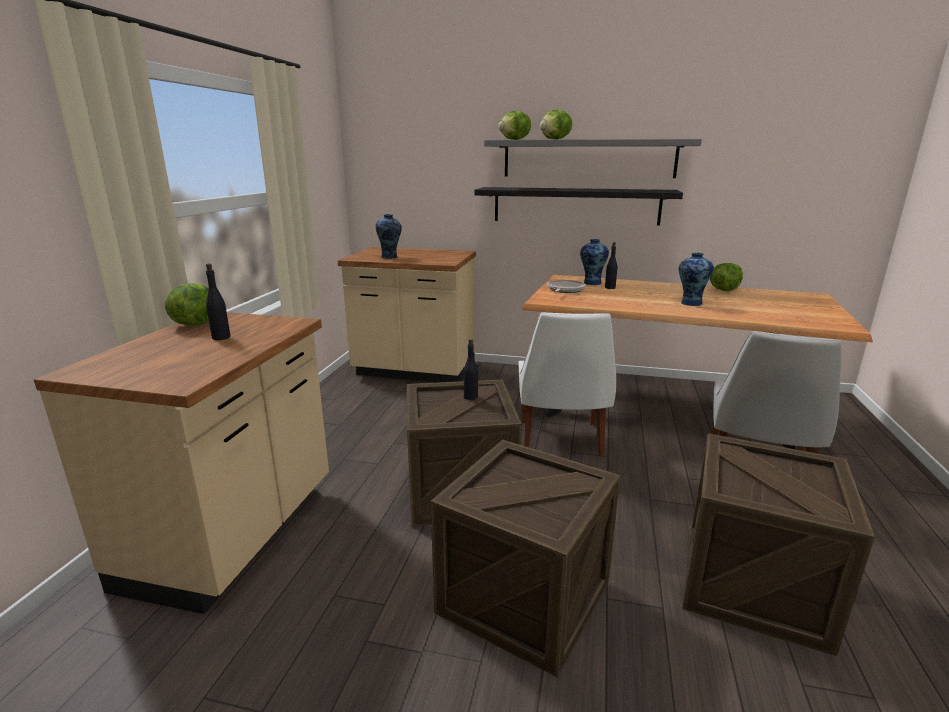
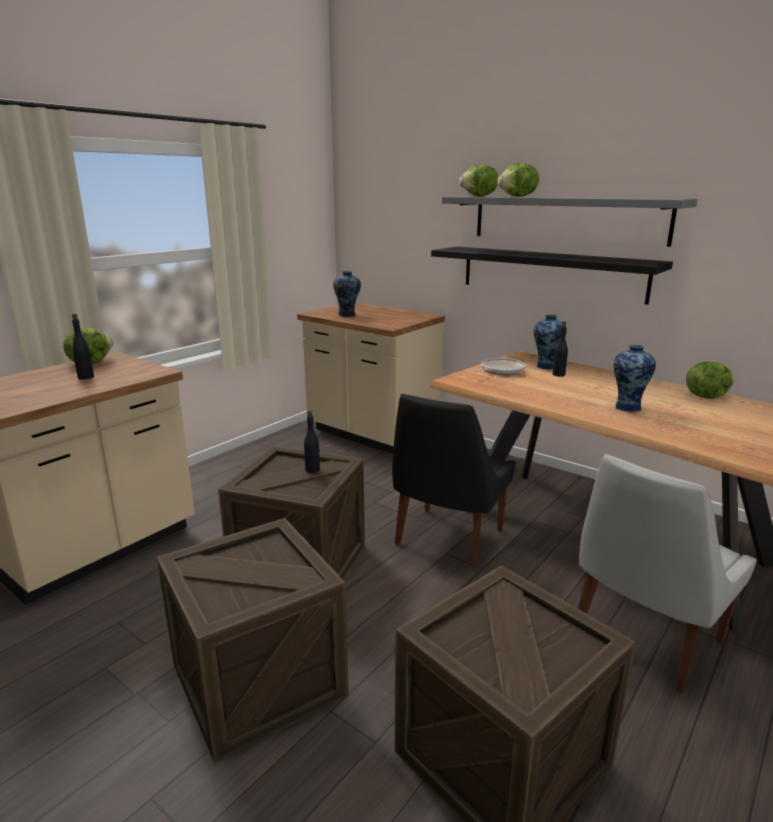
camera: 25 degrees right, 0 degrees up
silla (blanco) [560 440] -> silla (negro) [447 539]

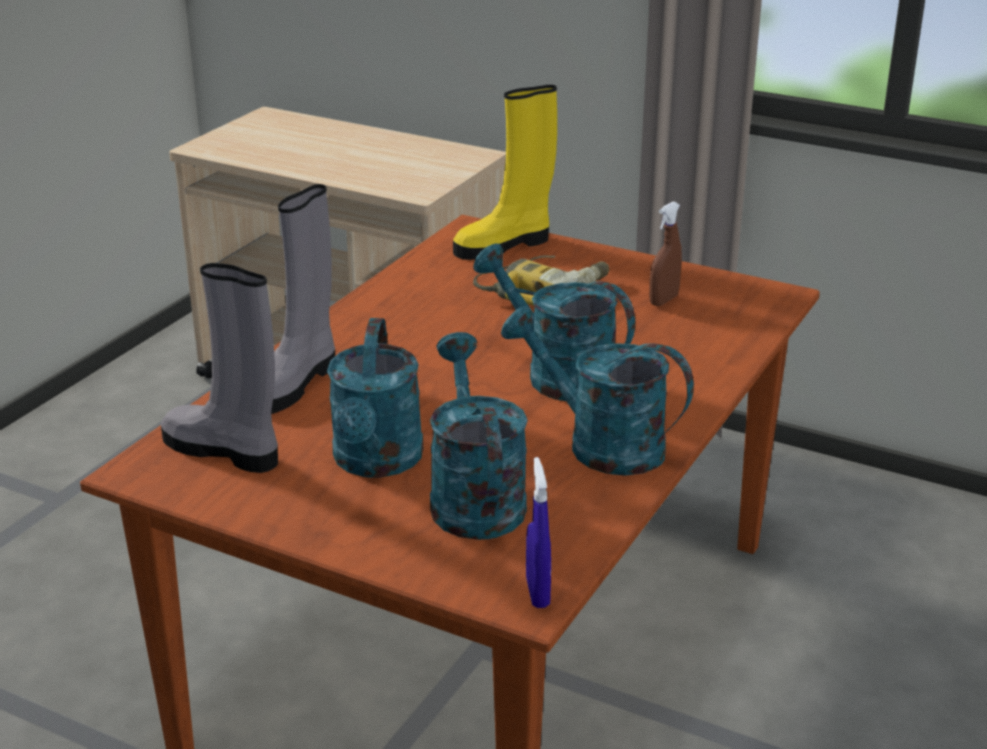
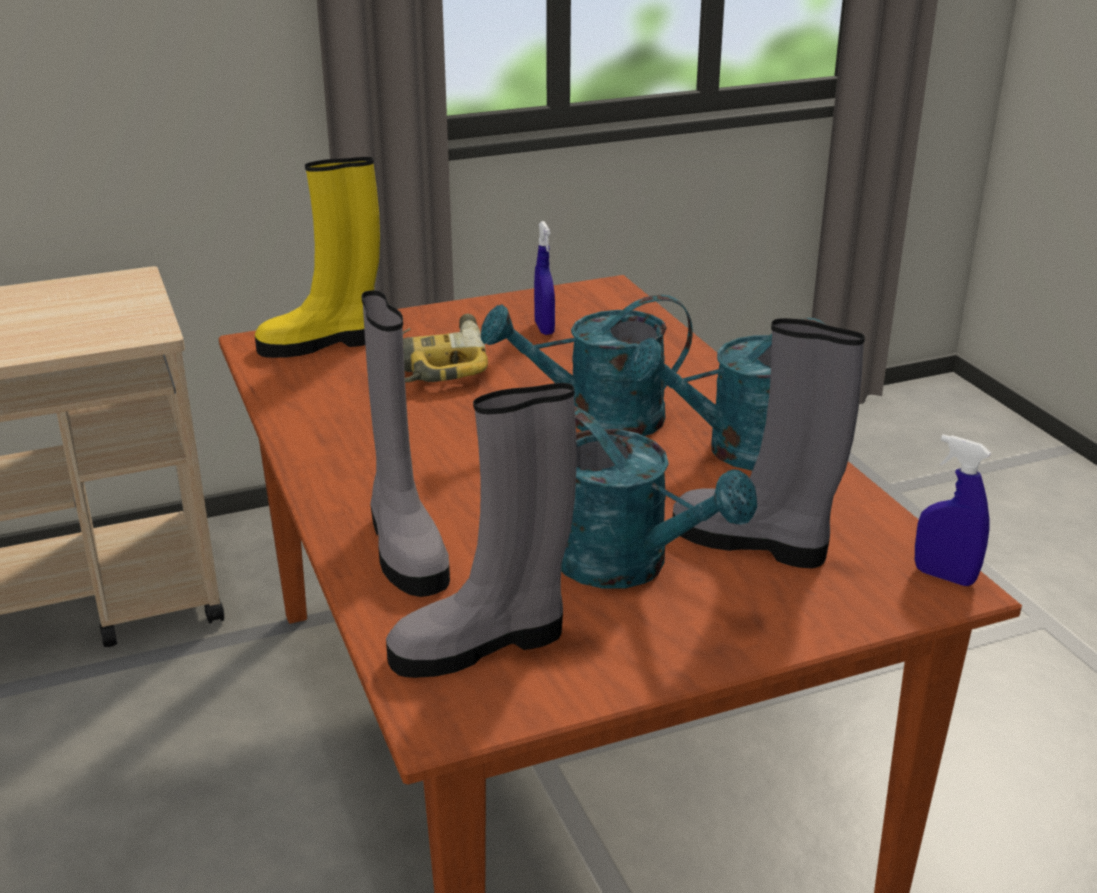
camera: 50 degrees left, 0 degrees up
bota (amarillo) [504 245] -> bota (amarillo) [322 343], 60 degrees clockwise
pulverizador (marrón) [663 300] -> pulverizador (azul) [544 328]
regadera (turquesa) [473 497] -> bota (gris) [753 542]

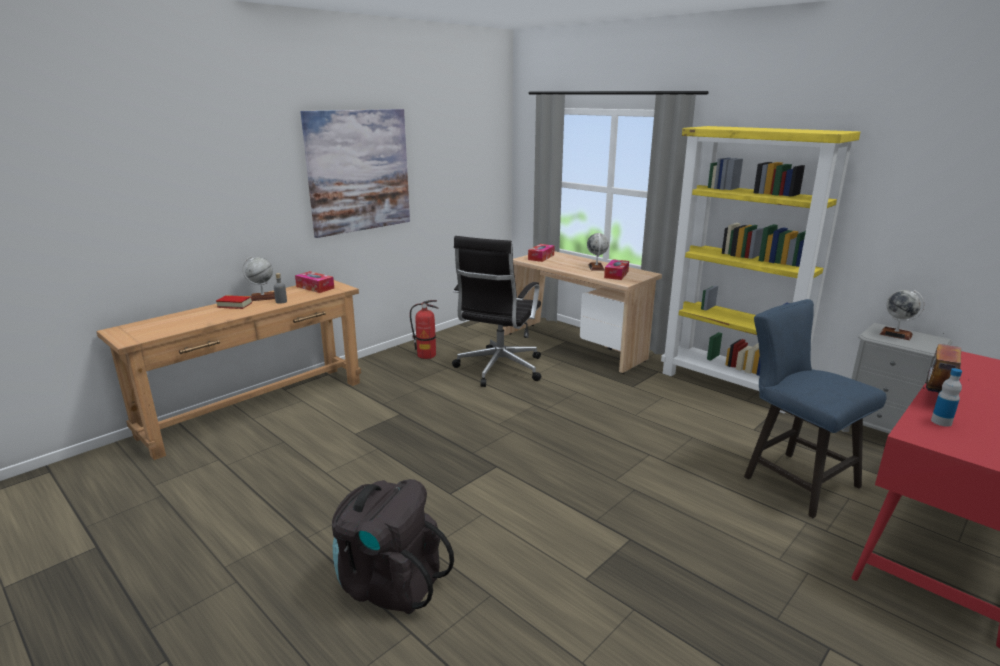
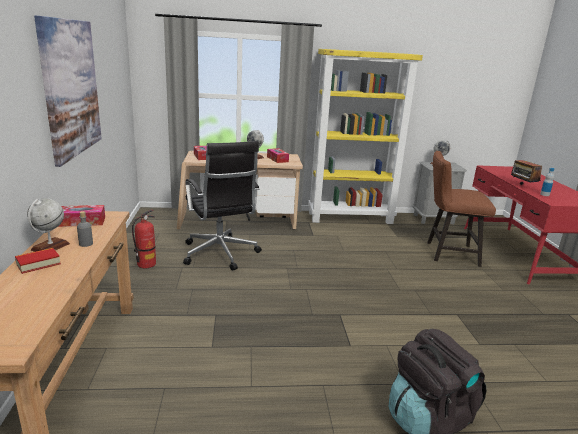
camera: 50 degrees left, 0 degrees up
silla (azul) [793 479] -> silla (marrón) [447 253]

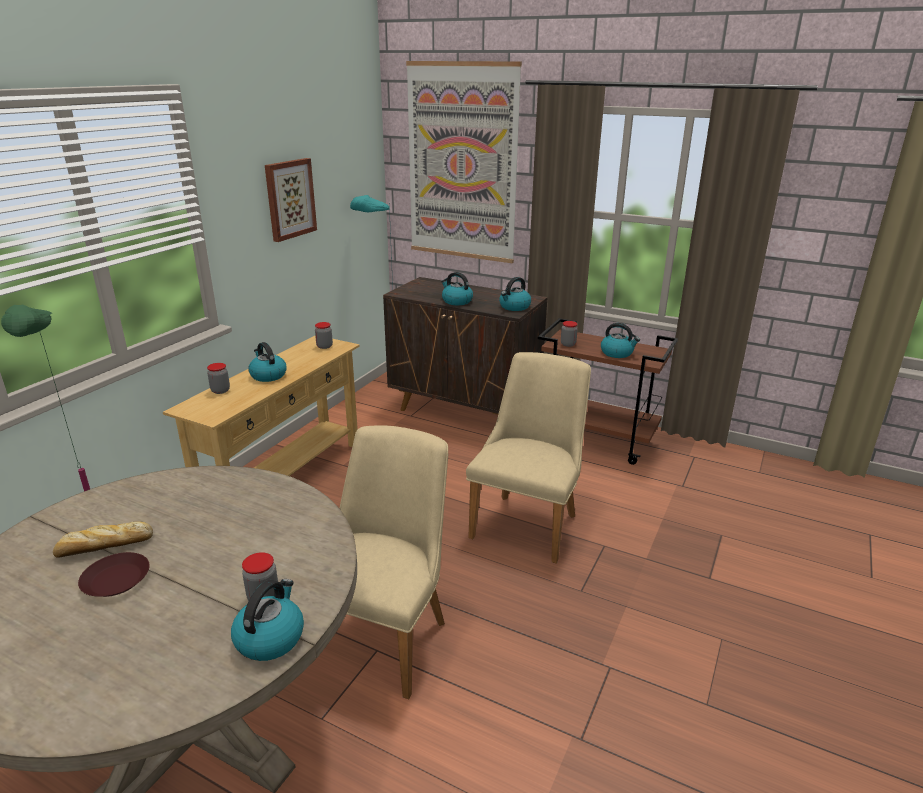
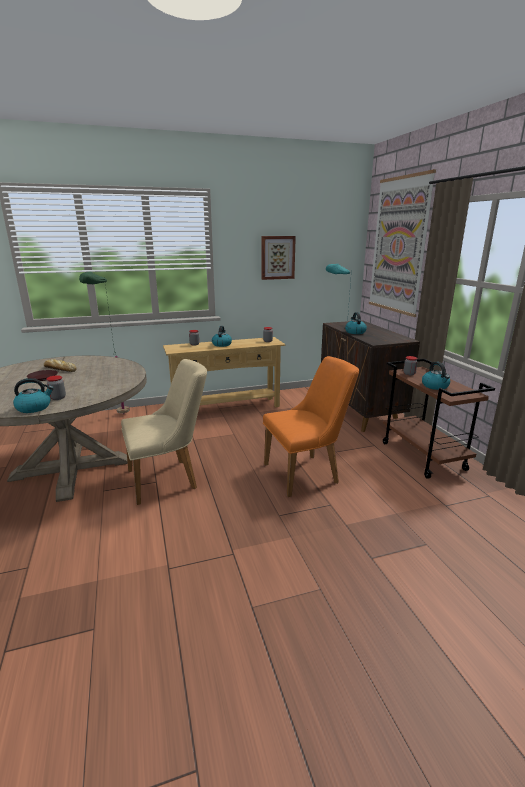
camera: 45 degrees right, 5 degrees down
hervidor [514 307] -> none
silla (beis) [529 520] -> silla (naranja) [307 472]

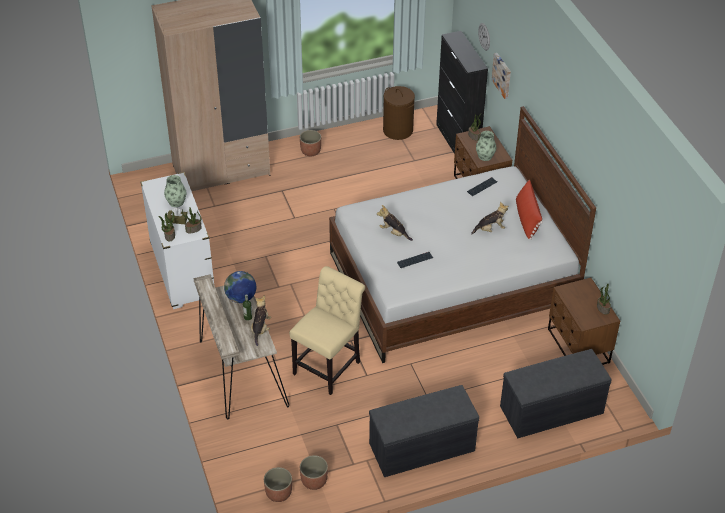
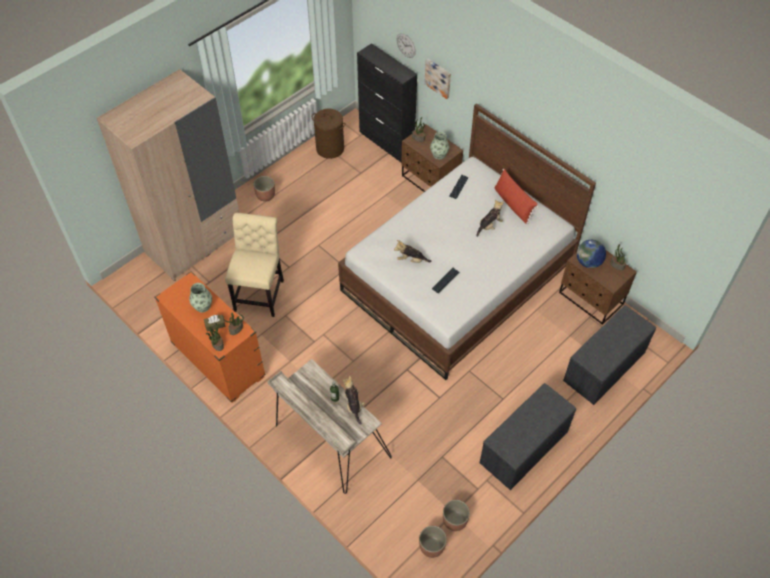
camera: 25 degrees left, 10 degrees up
cómoda (blanco) [182 271] -> cómoda (naranja) [218 360]
silla (beis) [329 366] -> silla (beis) [260 293], relocated
globo terráqueo [241 298] -> globo terráqueo [588 262], relocated

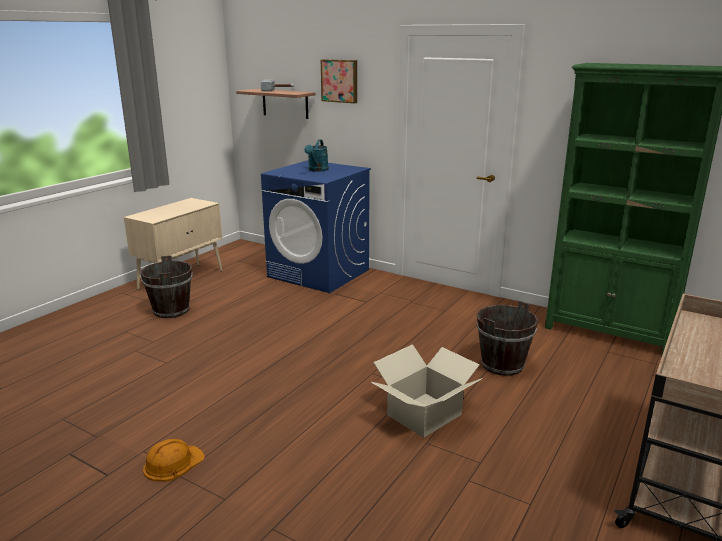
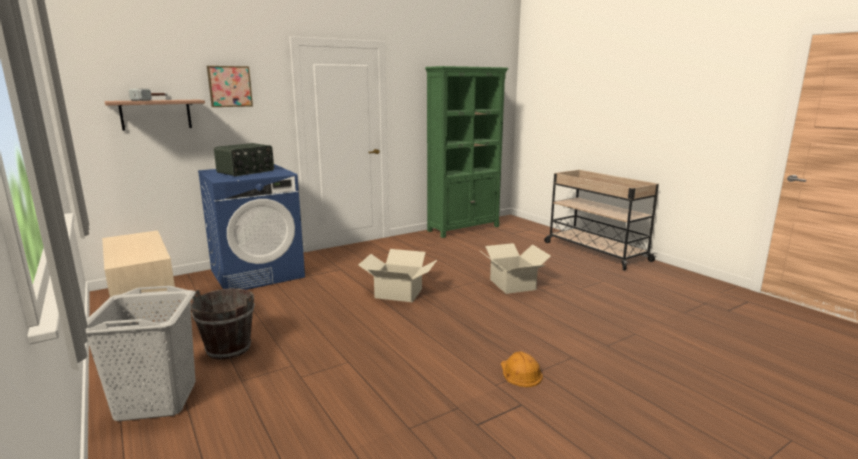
camera: 65 degrees left, 5 degrees down
regadera (turquesa) [317 170] -> radio [246 171]
cubo (marrón) [502 365] -> none
none -> caja de cartón [398 293]
none -> cesto de la ropa (gris) [157 400]

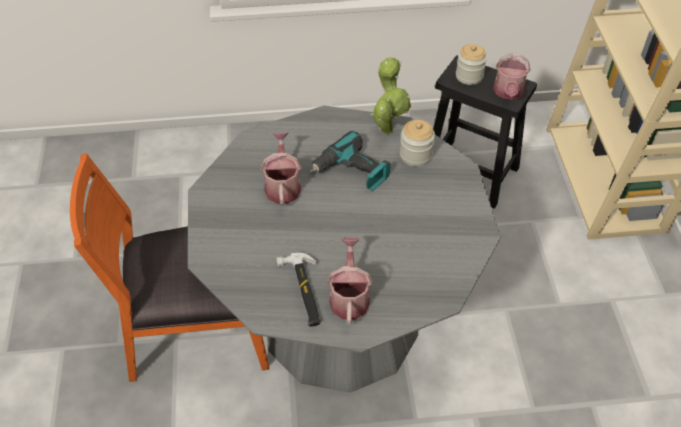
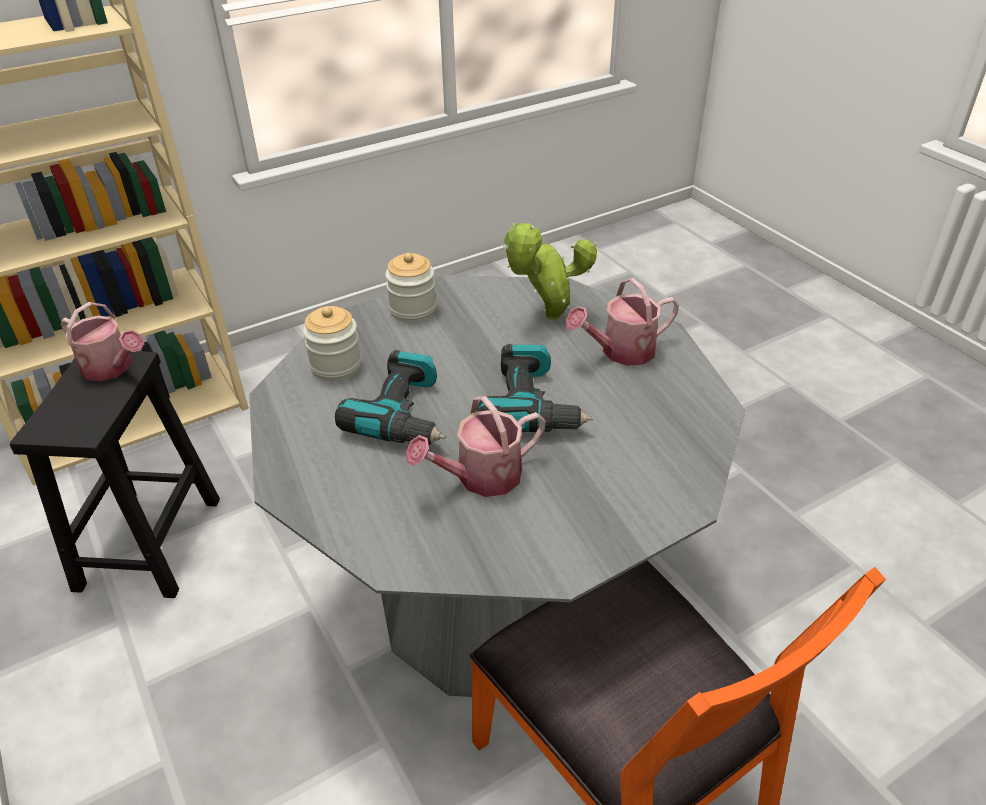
camera: 115 degrees left, 10 degrees down
tarro [469 76] -> tarro [413 310], relocated
regadera [508 92] -> regadera [111 368], 45 degrees clockwise
planta en maceta [387 128] -> planta en maceta [547 318], relocated
martillo [303 291] -> none
none -> taladro [533 405]

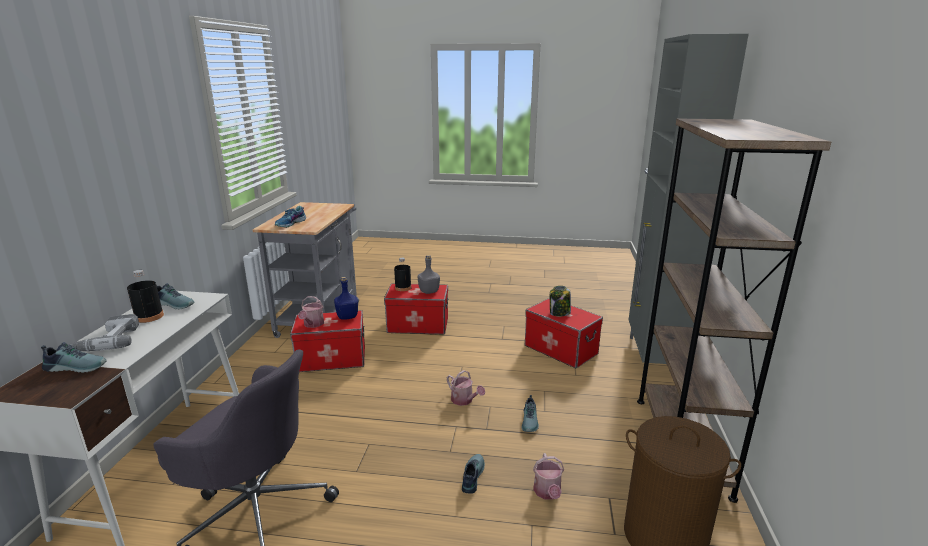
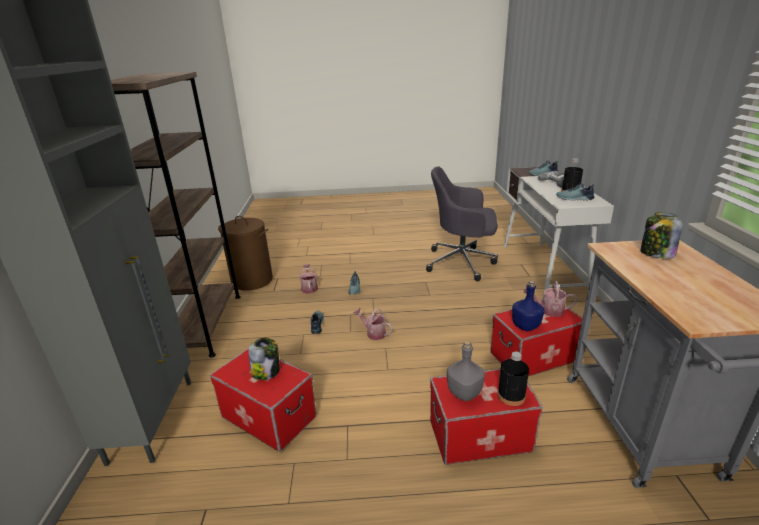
camera: 170 degrees right, 5 degrees up
zapato [291 223] -> tarro [656 254]
regadera [312 324] -> regadera [548 310], 75 degrees counterclockwise

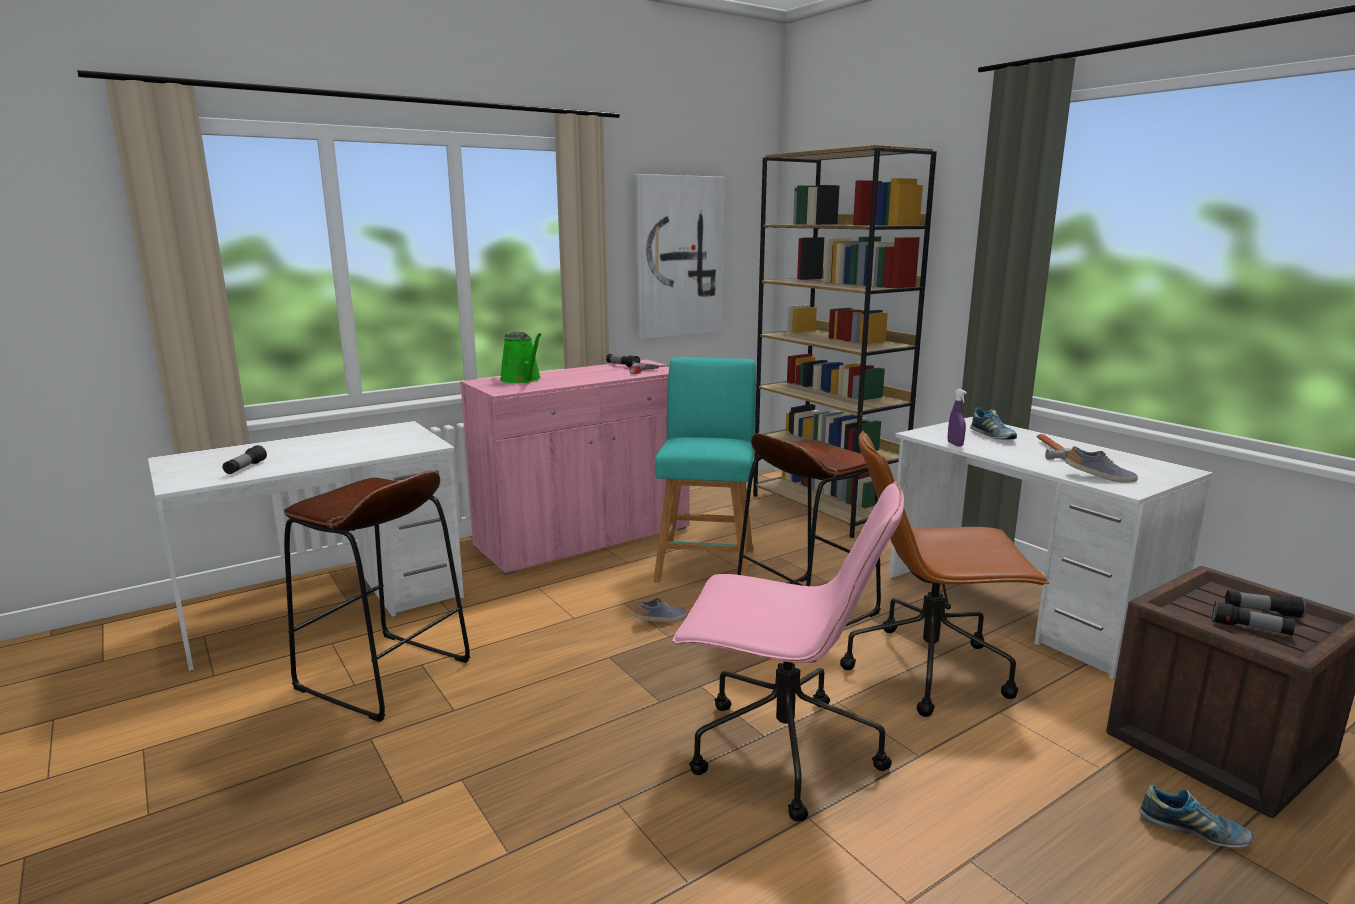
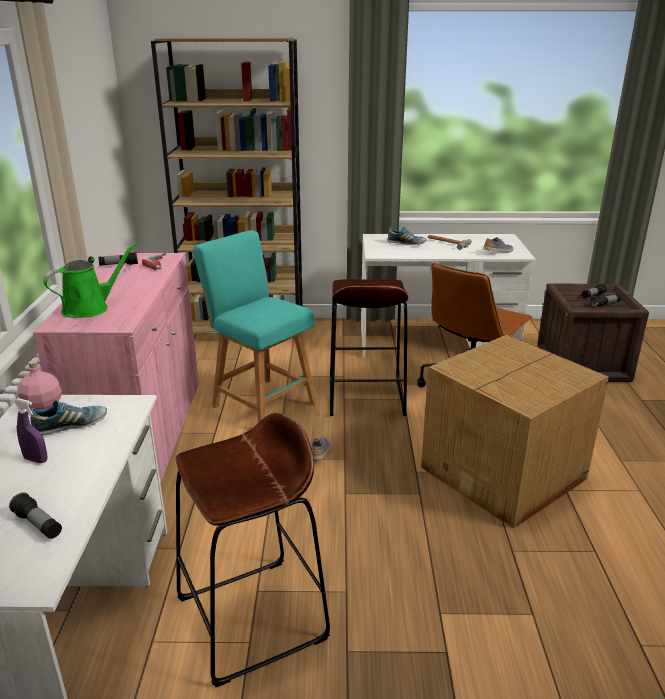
camera: 55 degrees left, 10 degrees up
cuadro [678 257] -> none
regadera (verde) [522 379] -> regadera (verde) [90 308], 45 degrees counterclockwise
pulverizador (morado) [955 444] -> pulverizador (morado) [36 460], relocated
silla de oficina (rosa) [780 752] -> caja de cartón [505 473]
zapato [1192 831] -> zapato [71 426], relocated
none -> botella (rosa) [43 406]

